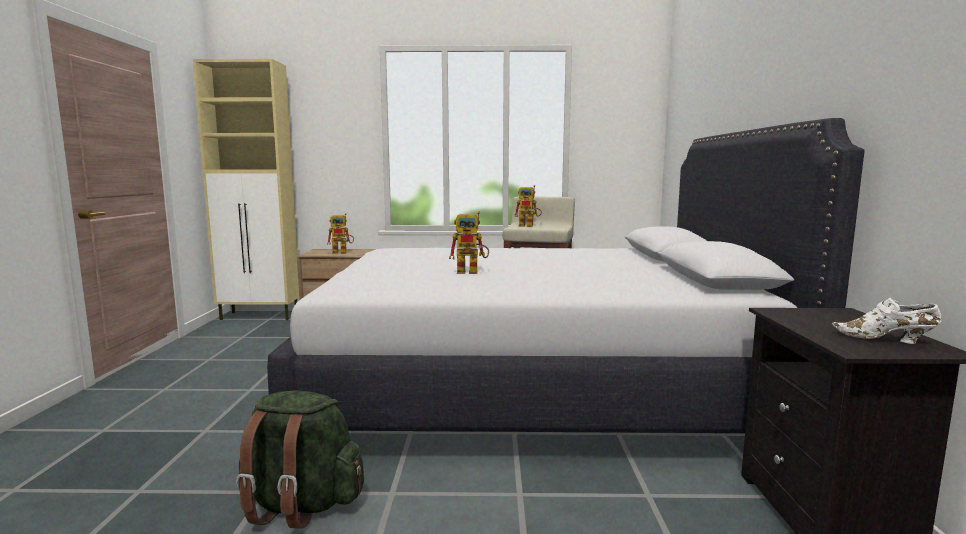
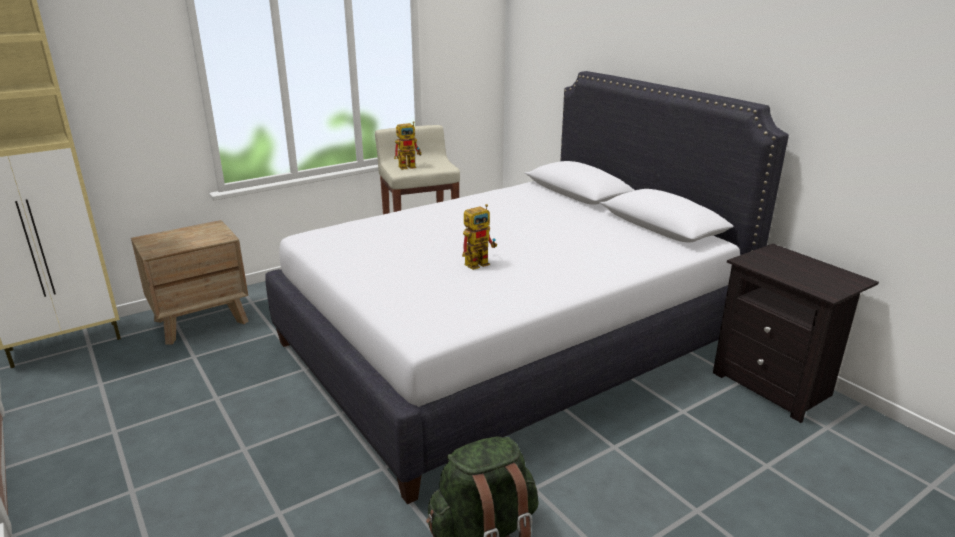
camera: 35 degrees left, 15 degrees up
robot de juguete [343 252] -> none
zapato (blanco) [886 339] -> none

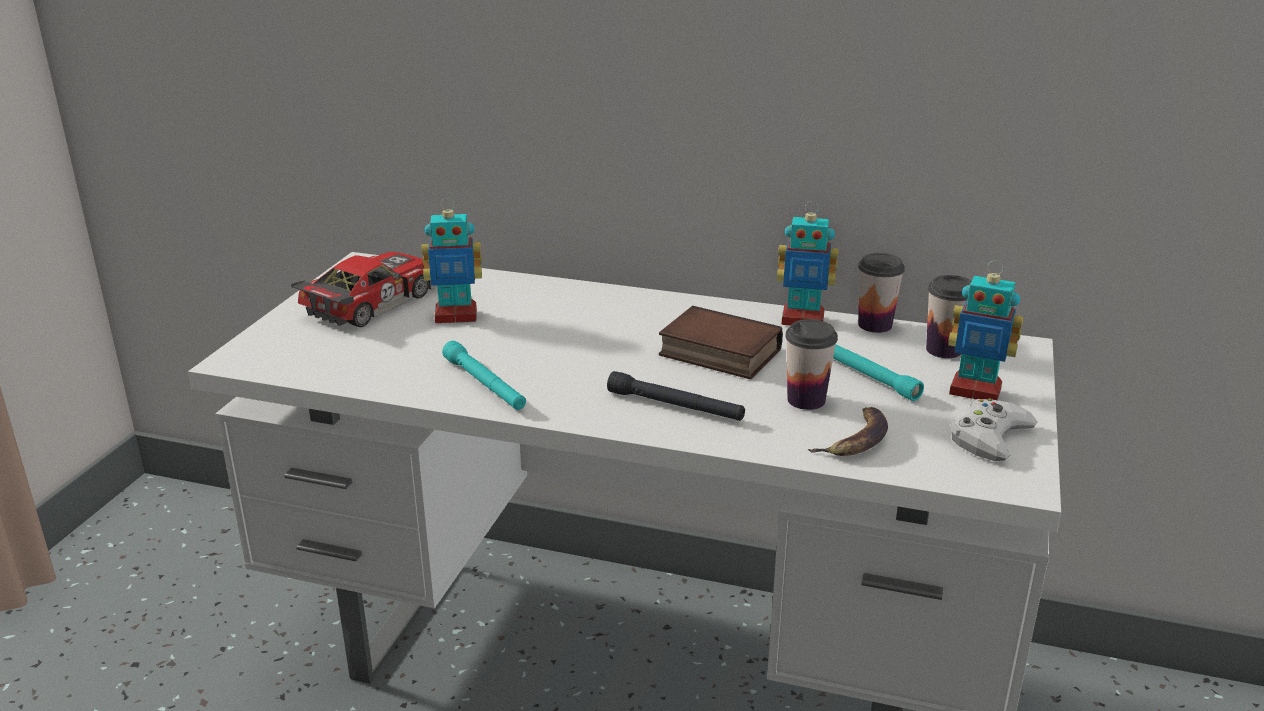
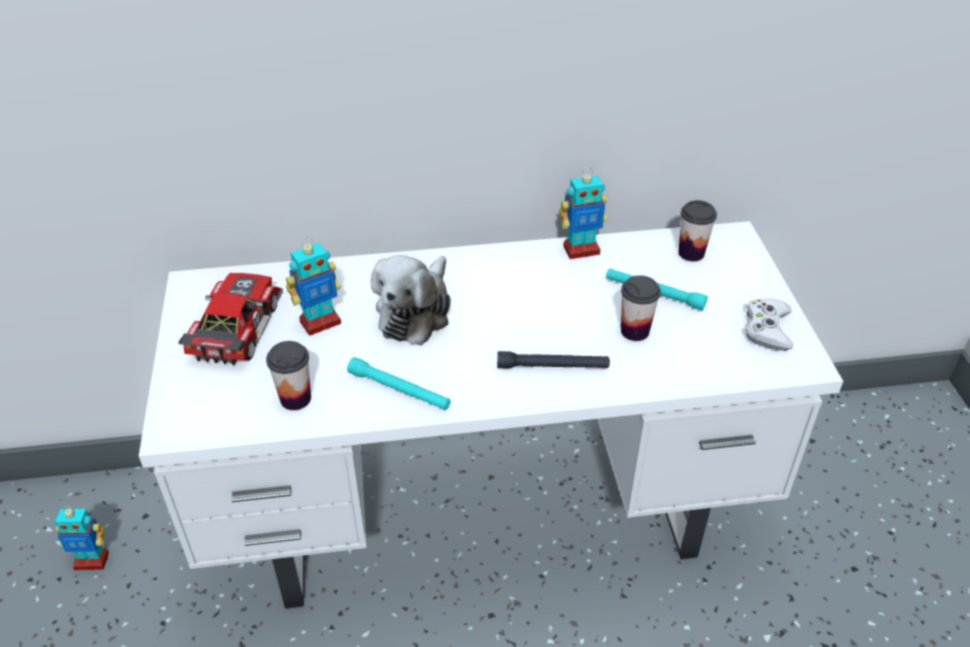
camera: 25 degrees left, 15 degrees up
taza [875 325] -> taza [295 399], relocated
robot de juguete [975 391] -> robot de juguete [92 560], relocated
libro [717 353] -> none
plátano [855 439] -> none
none -> peluche [416 312]

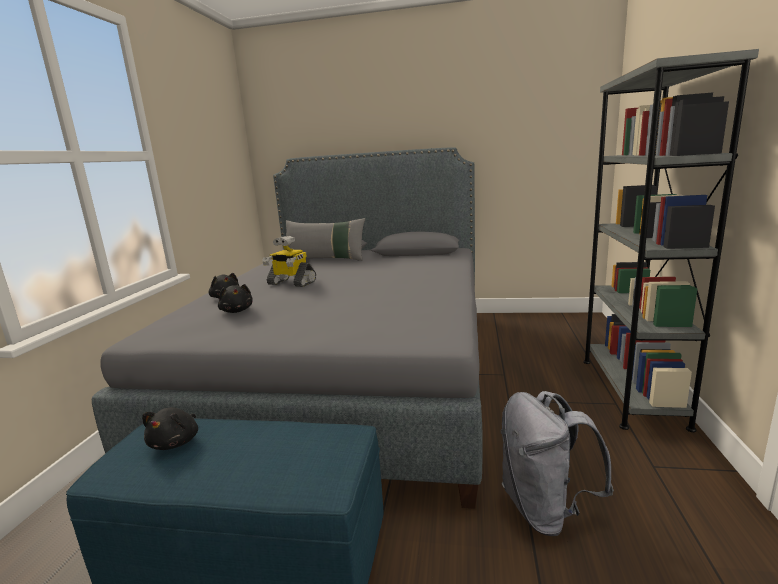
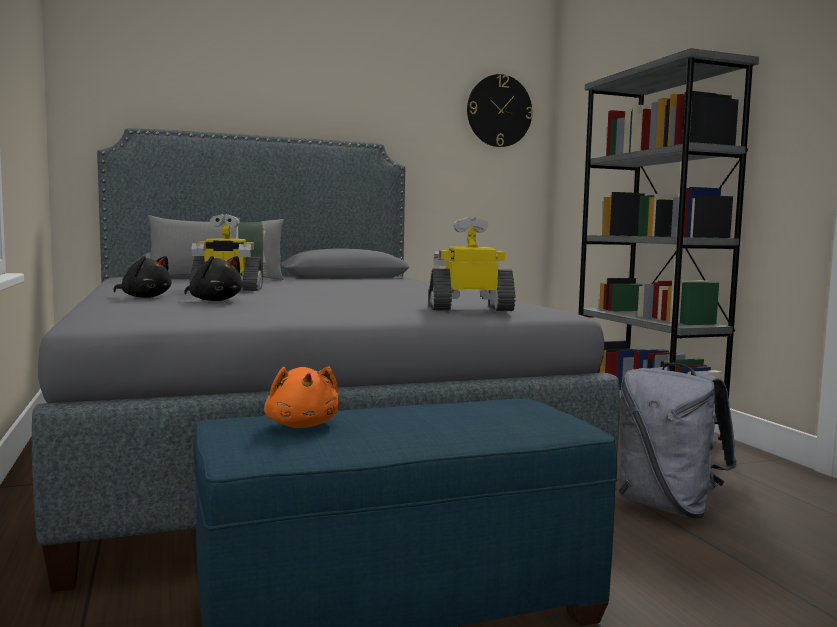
camera: 30 degrees left, 10 degrees down
peluche (negro) [176 442] -> peluche (naranja) [302 425]
none -> reloj de pared [499 111]
none -> robot de juguete [470 309]

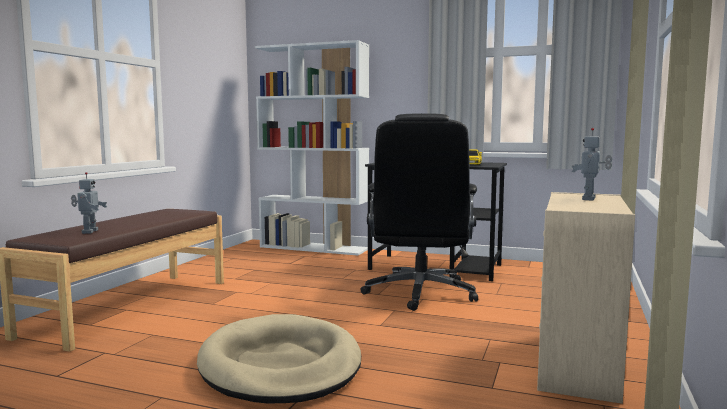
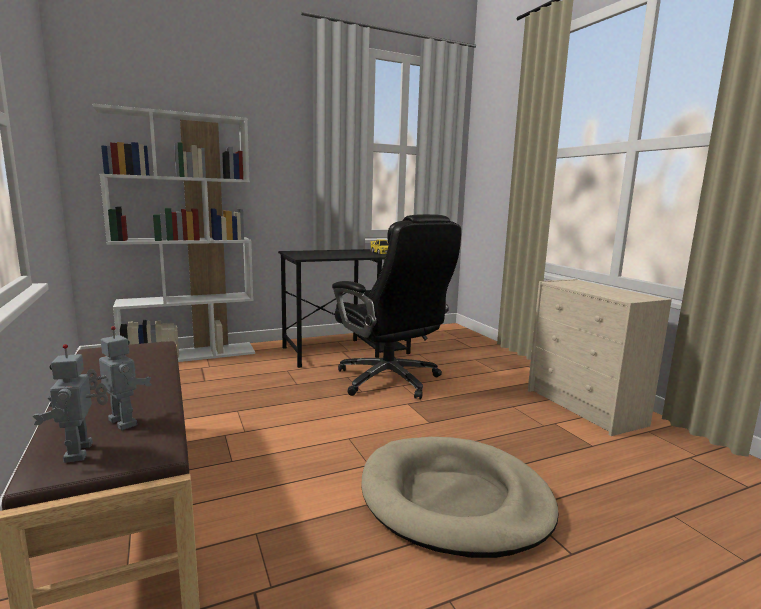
camera: 45 degrees left, 5 degrees up
robot de juguete [590 199] -> robot de juguete [81 452], relocated

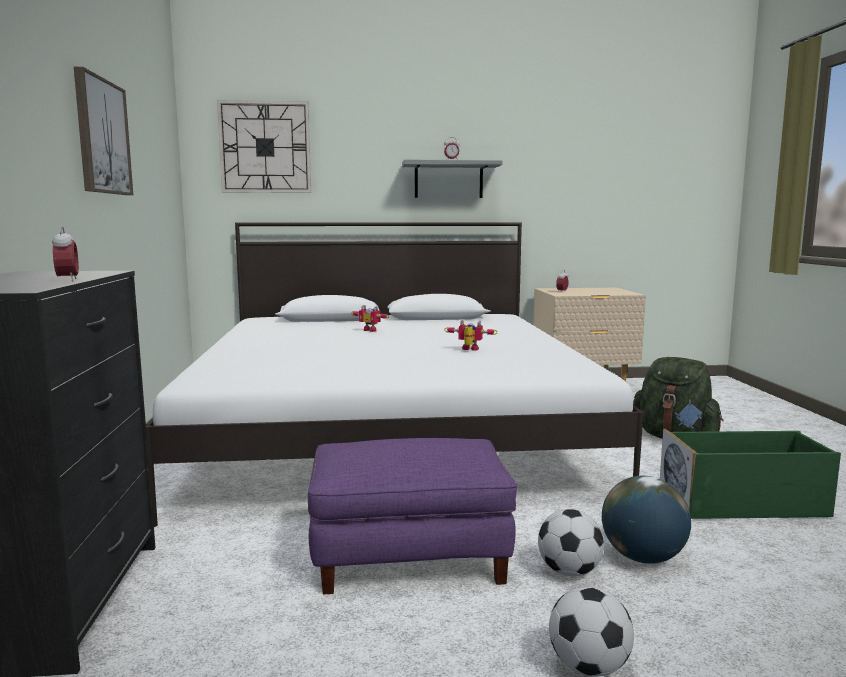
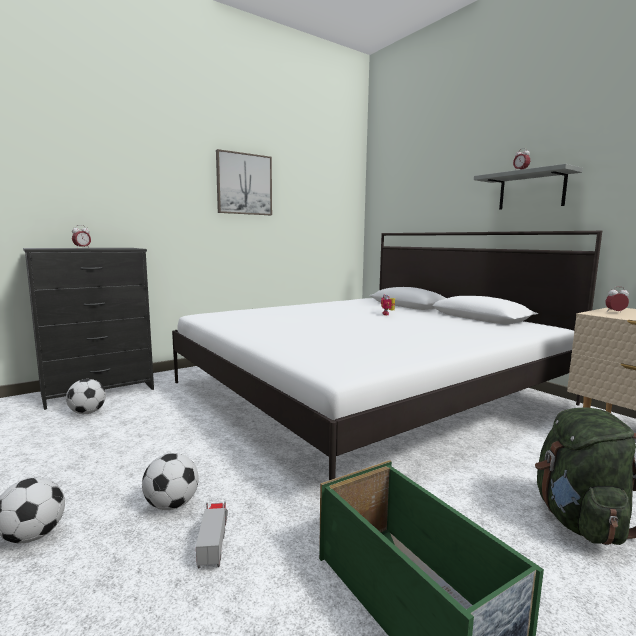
camera: 60 degrees right, 0 degrees up
reloj de pared [265 147] -> none
robot de juguete [469 350] -> none
puf (morado) [410 554] -> none
globo terráqueo [643 558] -> camión de juguete [214 539]
none -> balón de fútbol [87 412]

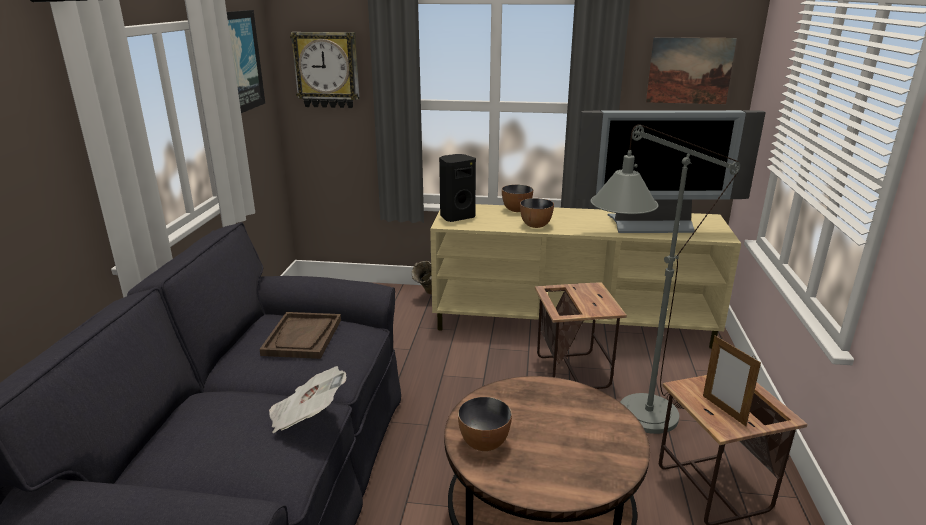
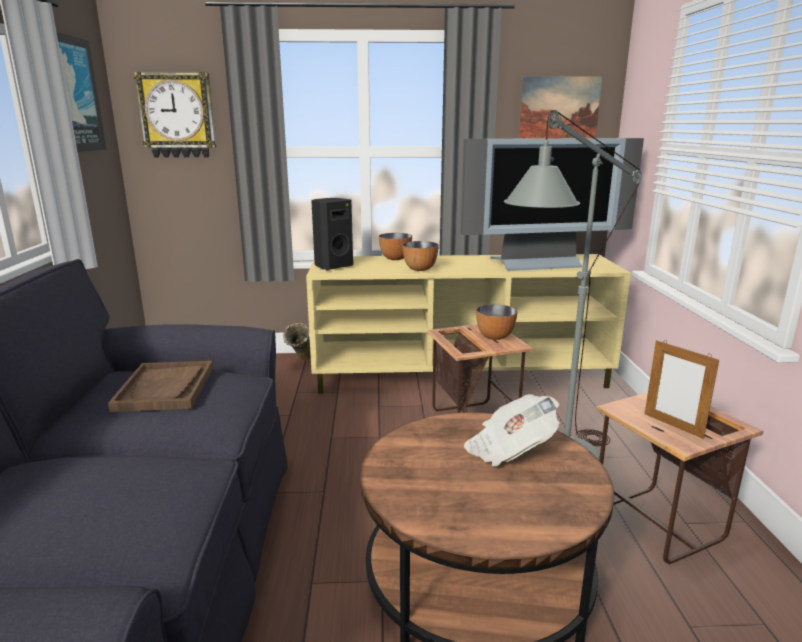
camera: 10 degrees left, 5 degrees down
periódico [307 416] -> periódico [509 449], relocated
cuenco [484 443] -> cuenco [495 337], relocated

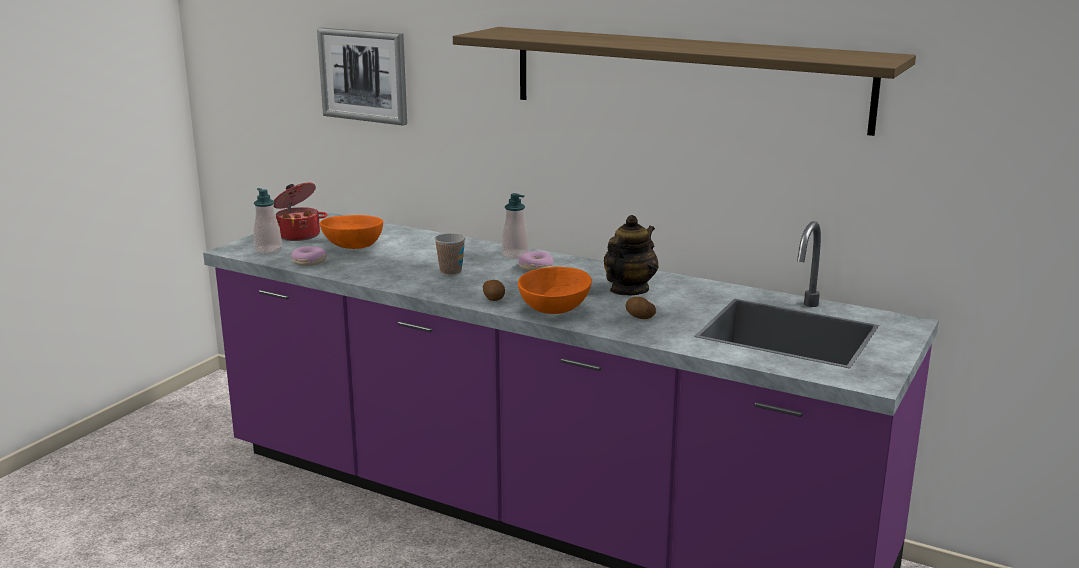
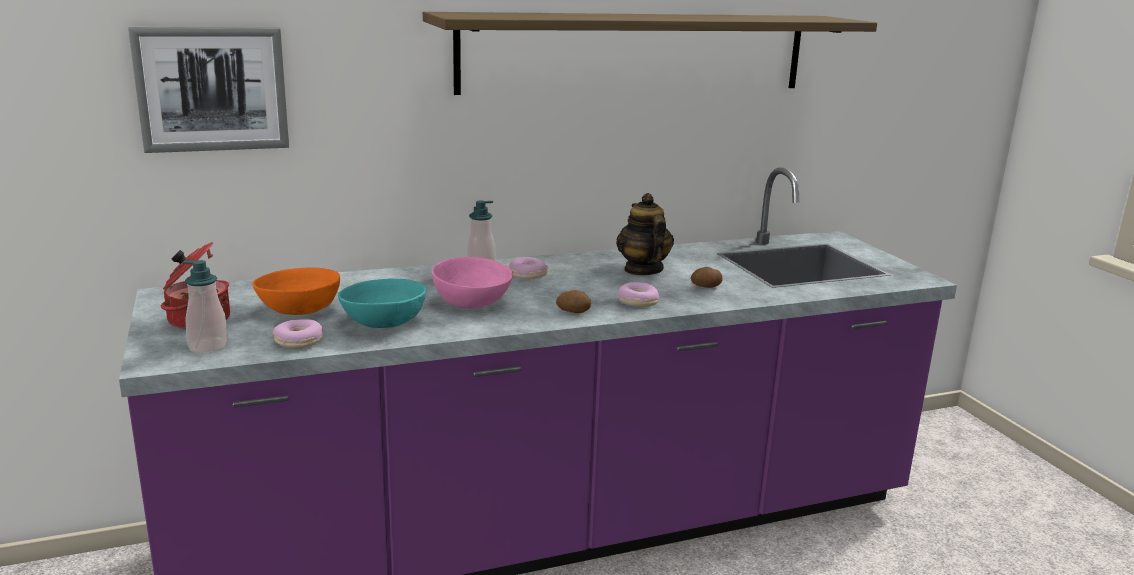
camera: 50 degrees left, 0 degrees up
taza [450 272] -> cuenco (rosa) [470 302]
cuenco (naranja) [554 308] -> rosquilla [637 301]
none -> cuenco (turquesa) [385 323]

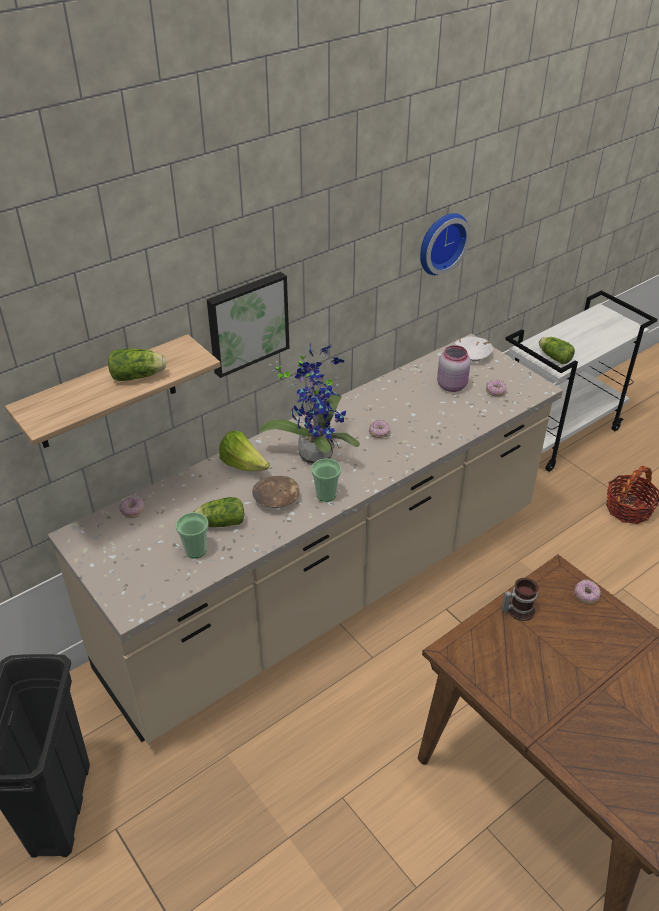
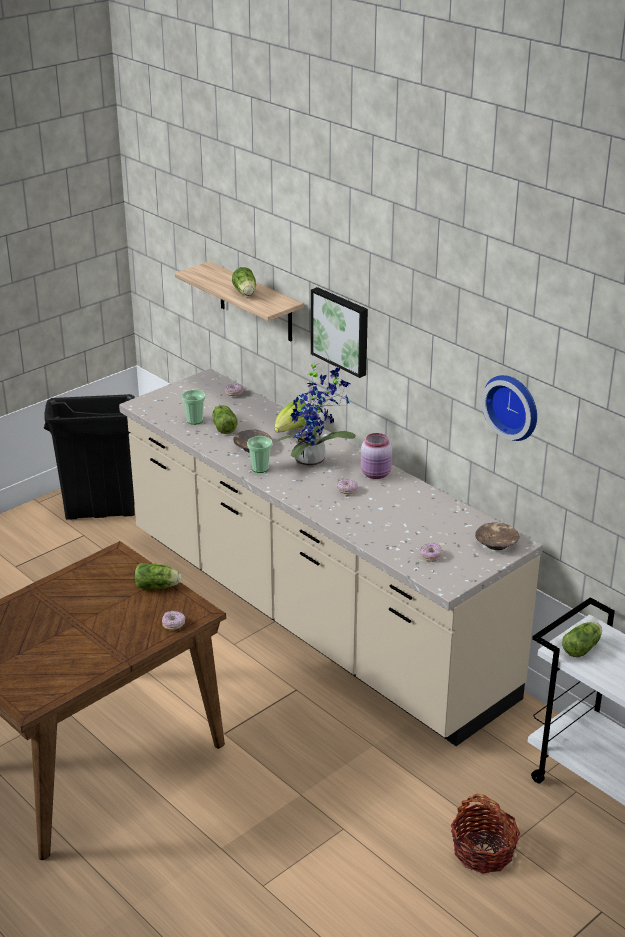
camera: 85 degrees right, 10 degrees down
cuenco (blanco) [472 355] -> cuenco (marrón) [497 543]
tarro (rosa) [452 385] -> tarro (rosa) [376 474], relocated
taza grande [517 609] -> lechuga [158 586]

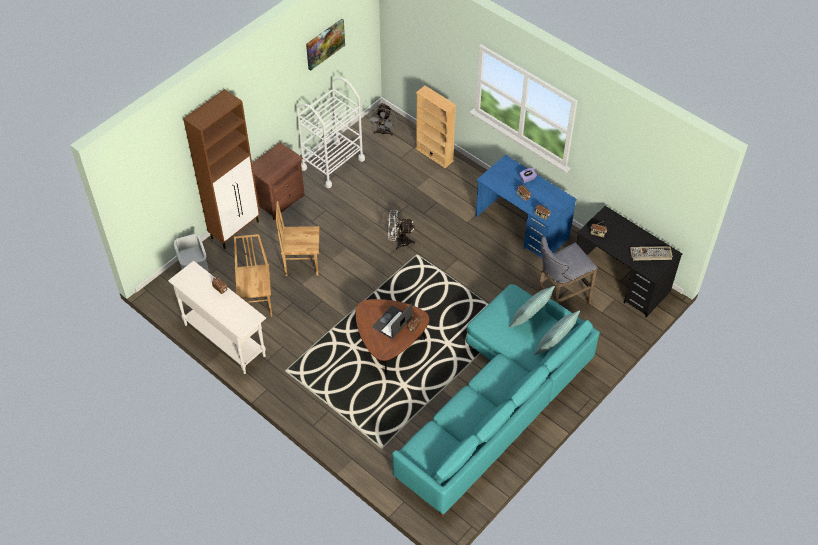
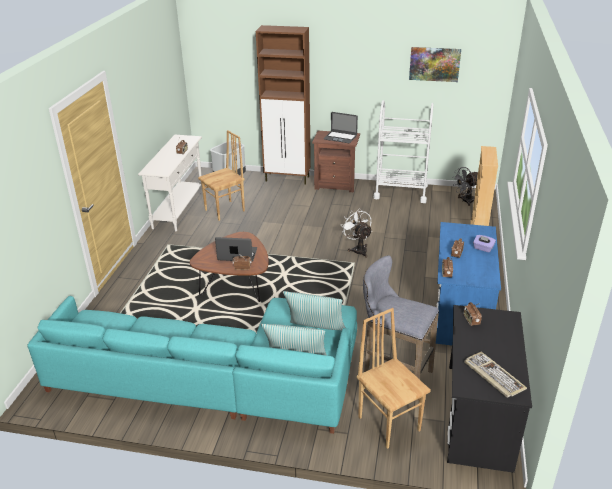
camera: 60 degrees right, 20 degrees down
silla (marrón) [302 263] -> silla (marrón) [389 423], relocated
none -> portátil [340 137]

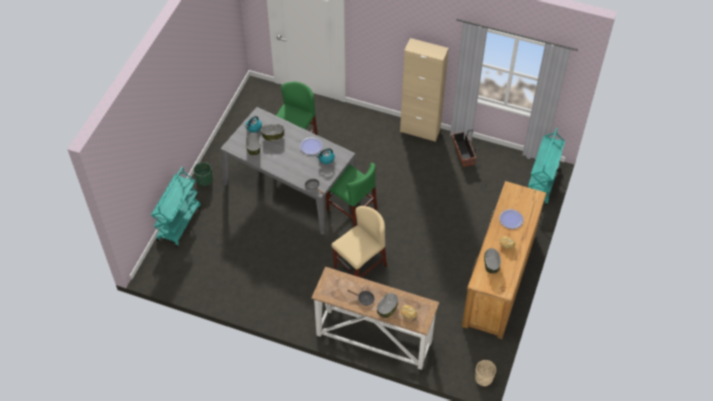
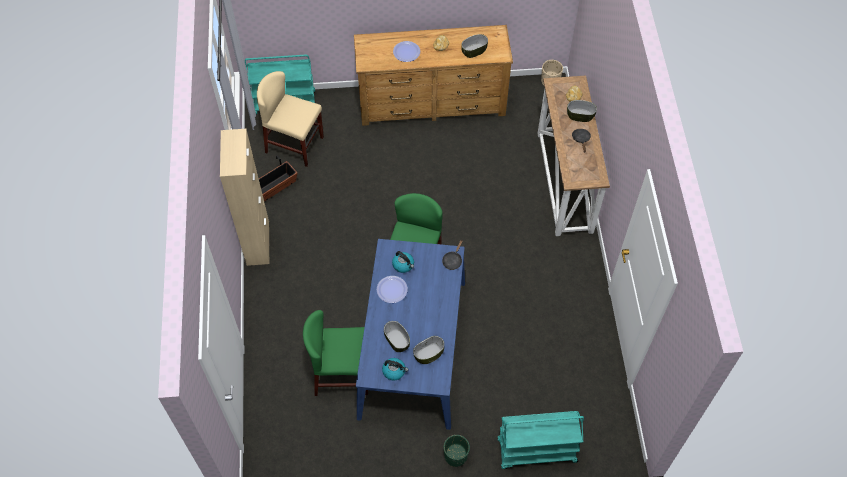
camera: 115 degrees left, 5 degrees up
mesa de comedor (gris) [290 186] -> mesa de comedor (azul) [412 348]
silla (beis) [360 267] -> silla (beis) [294 145], relocated

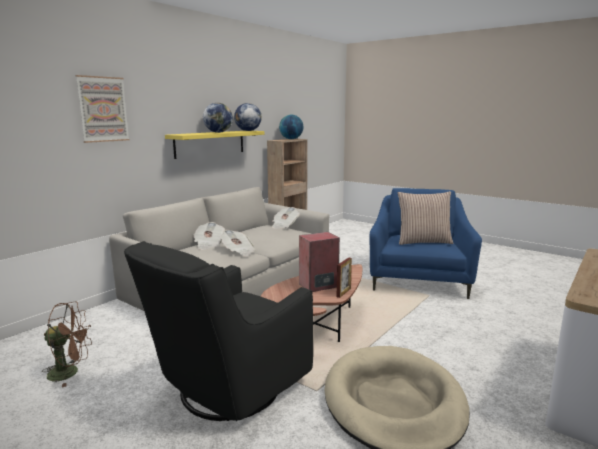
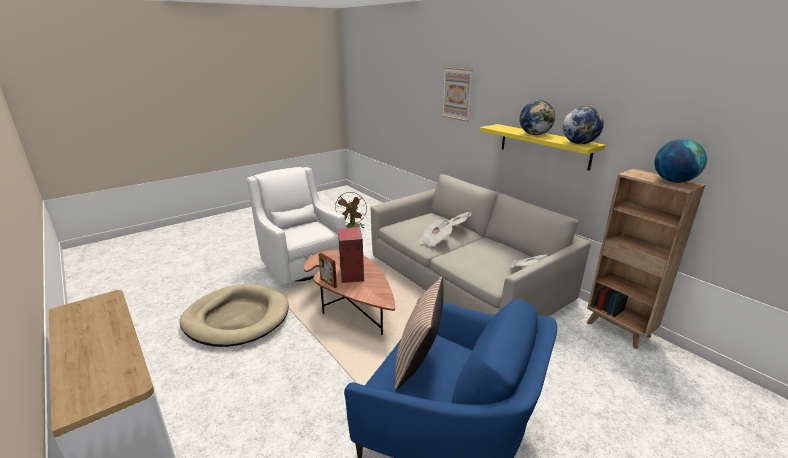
camera: 105 degrees right, 10 degrees up
sillón (negro) [226 391] -> sillón (blanco) [301 265]

